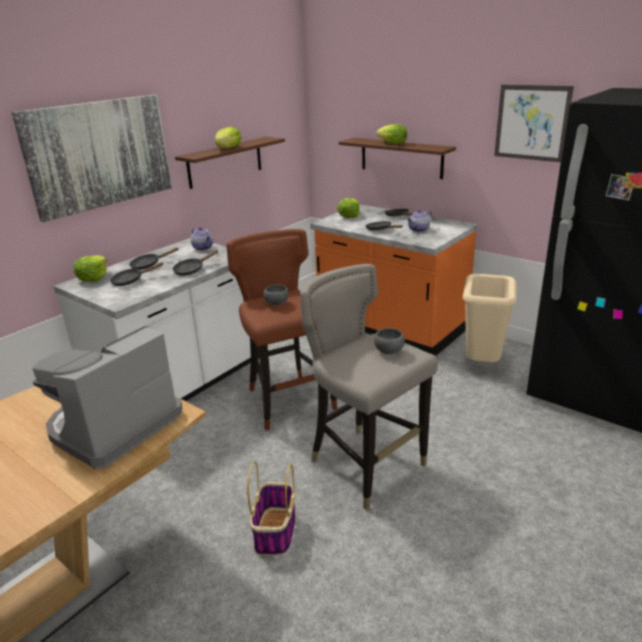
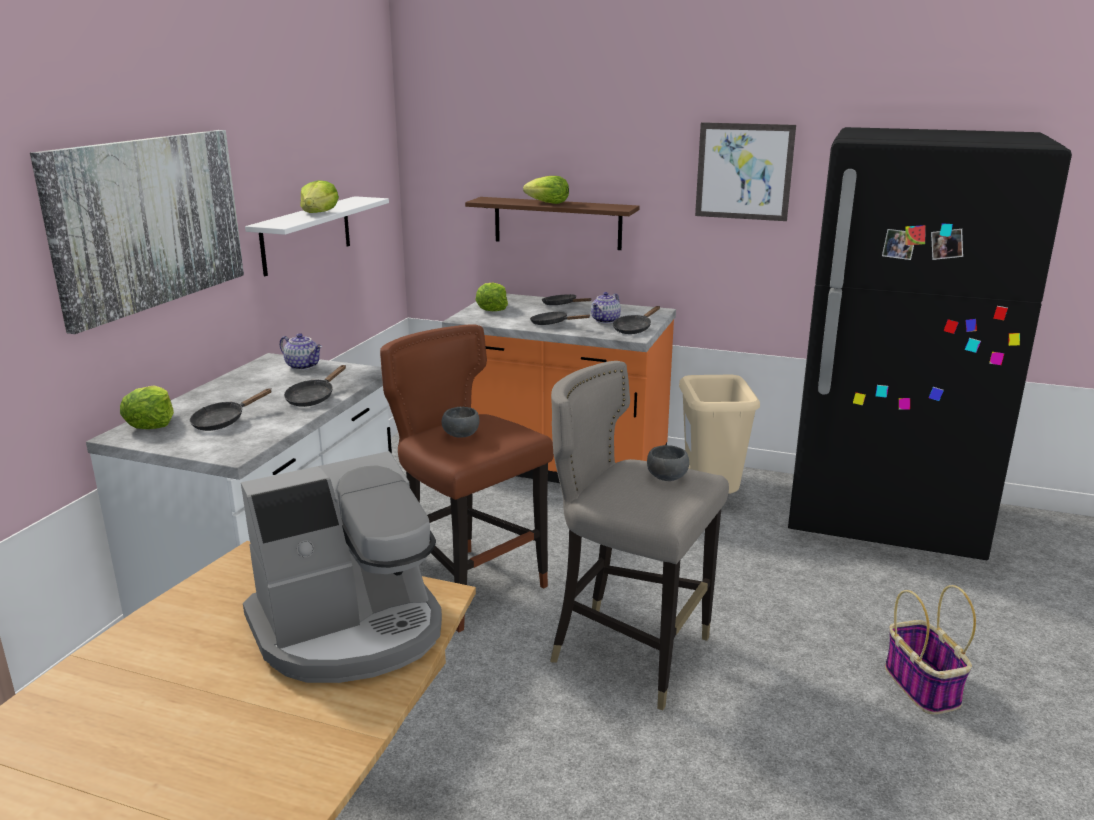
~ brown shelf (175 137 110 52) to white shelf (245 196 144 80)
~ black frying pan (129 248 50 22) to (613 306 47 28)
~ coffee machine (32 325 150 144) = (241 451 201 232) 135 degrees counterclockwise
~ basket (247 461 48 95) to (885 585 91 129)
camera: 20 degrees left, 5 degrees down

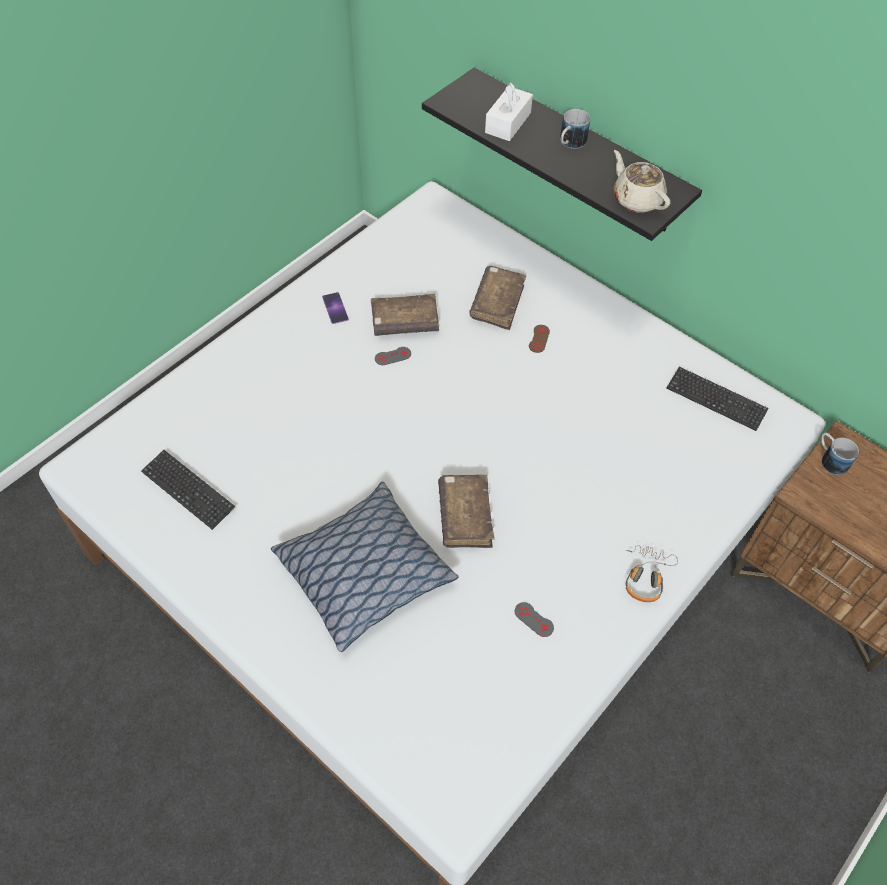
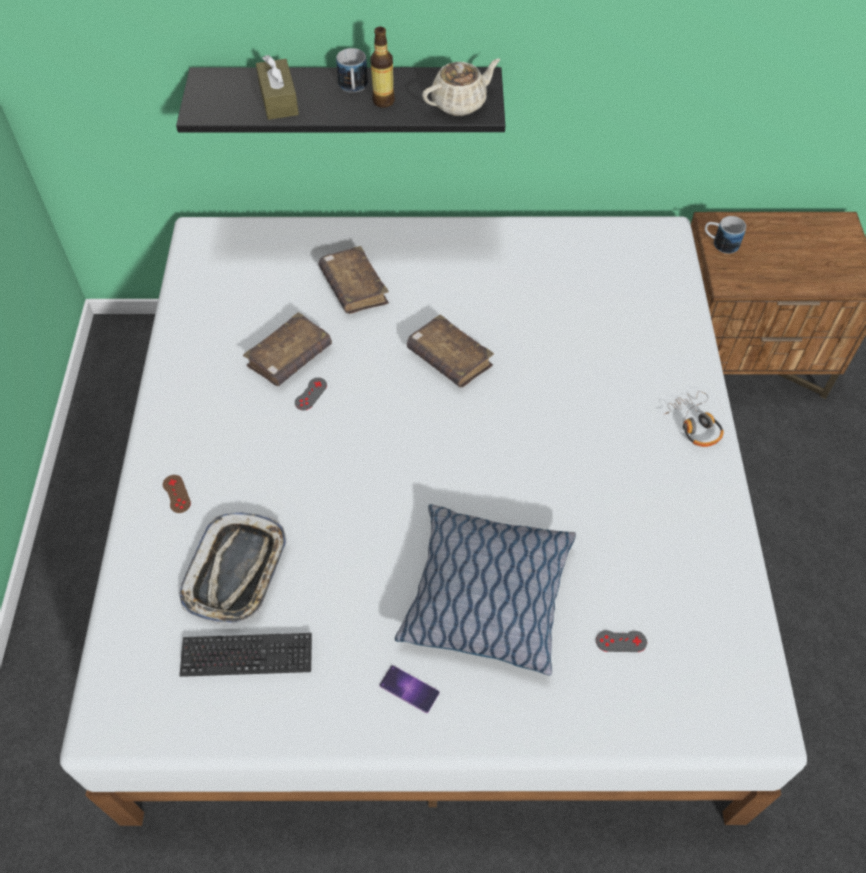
~ white tissue box (485 83 48 58) to brown tissue box (256 55 43 65)
~ beige teapot (614 150 56 62) = (422 59 78 57) 135 degrees clockwise
~ phone (322 292 27 32) to (379 665 60 48)
~ brown game controller (529 325 21 28) to (163 475 28 38)
- keyboard (667 367 102 64)
~ brown book (438 474 57 74) to (407 315 87 72)
~ grey game controller (515 602 39 35) to (596 630 51 22)
+ bottle (370 27 25 81)
+ tray (180 512 107 112)
camera: 40 degrees left, 0 degrees up

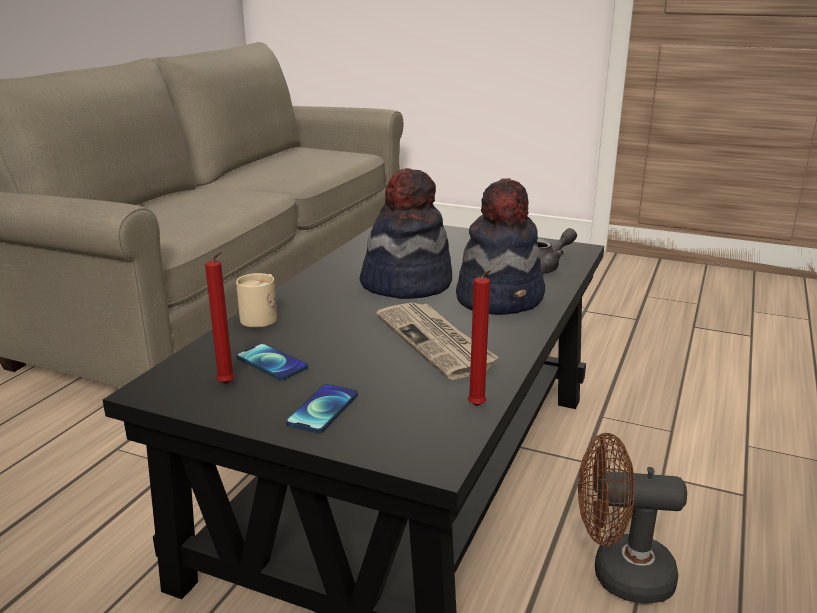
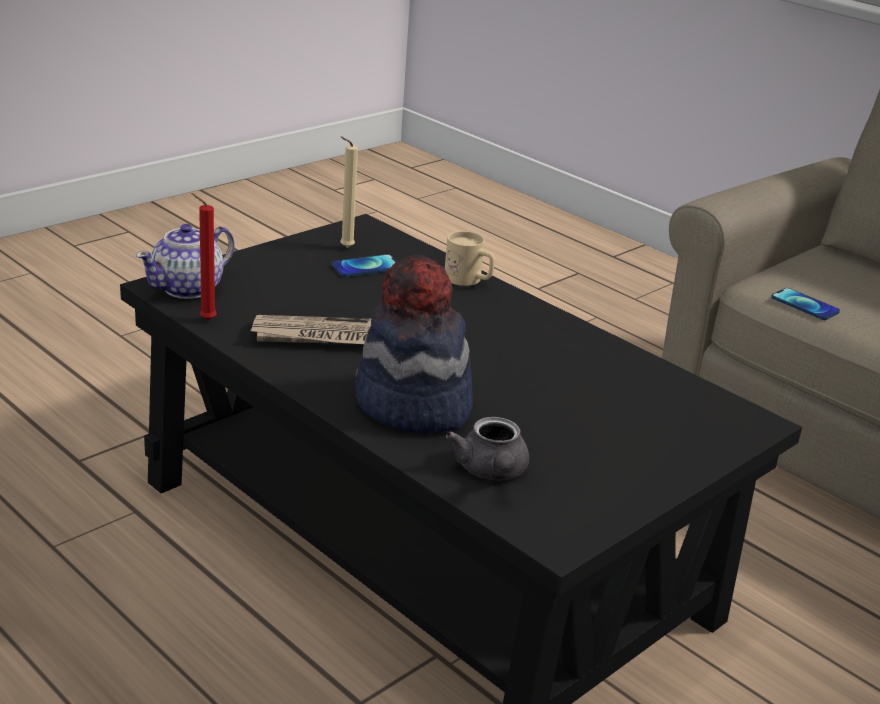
- hat (360 168 92 131)
~ red candle (205 251 30 133) to beige candle (340 136 18 112)
~ phone (286 384 72 49) to (771 288 69 32)
- brown fan (578 433 109 171)
+ teapot (136 224 99 75)
camera: 110 degrees right, 5 degrees up

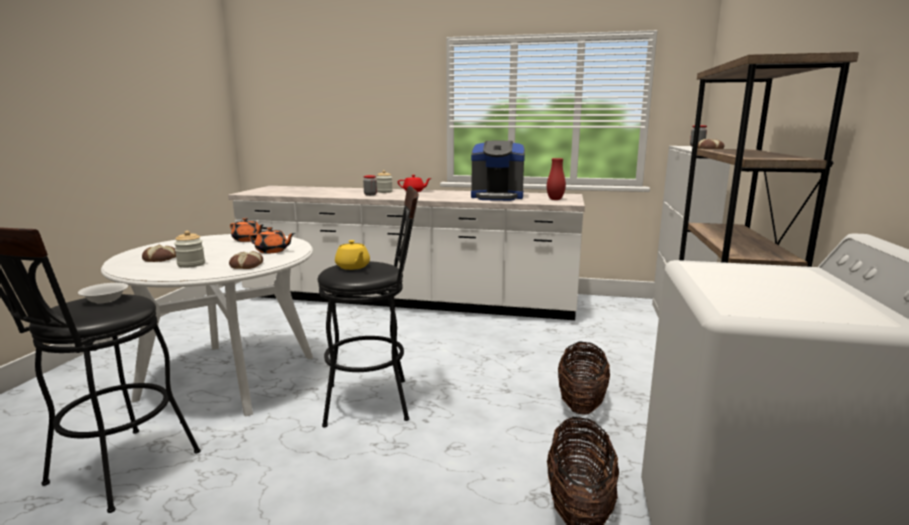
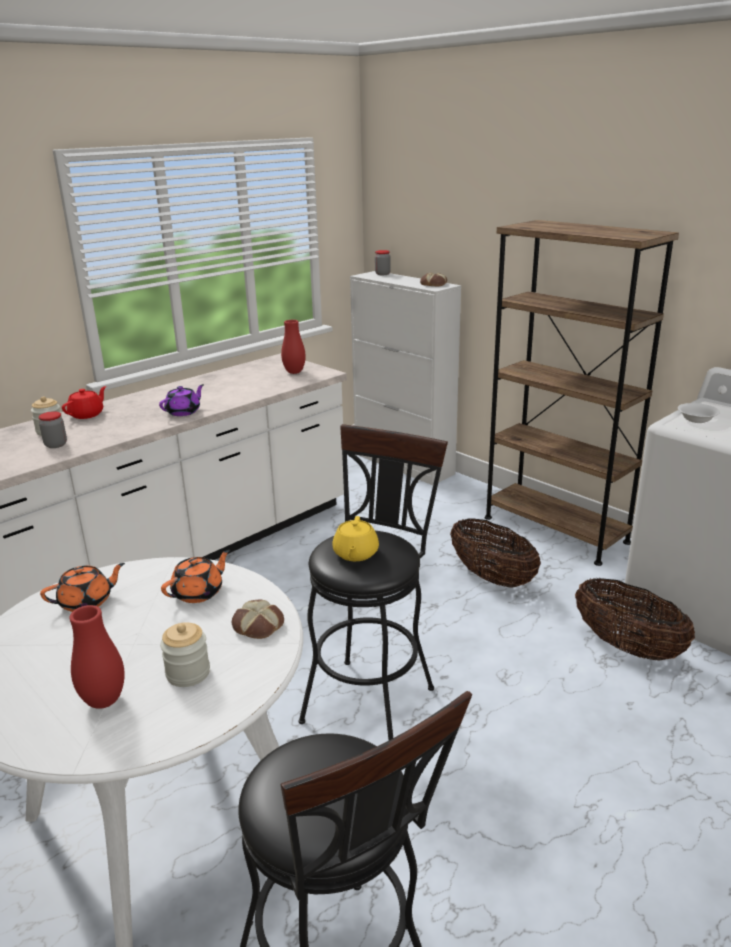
- coffee machine (471 141 54 60)
~ yellow teapot (335 240 35 30) = (332 516 47 45) 90 degrees clockwise
~ bread (142 245 34 17) to red vase (69 605 56 104)
~ white bowl (78 283 50 20) to (678 403 42 20)
+ purple teapot (159 384 45 32)
camera: 55 degrees left, 10 degrees up

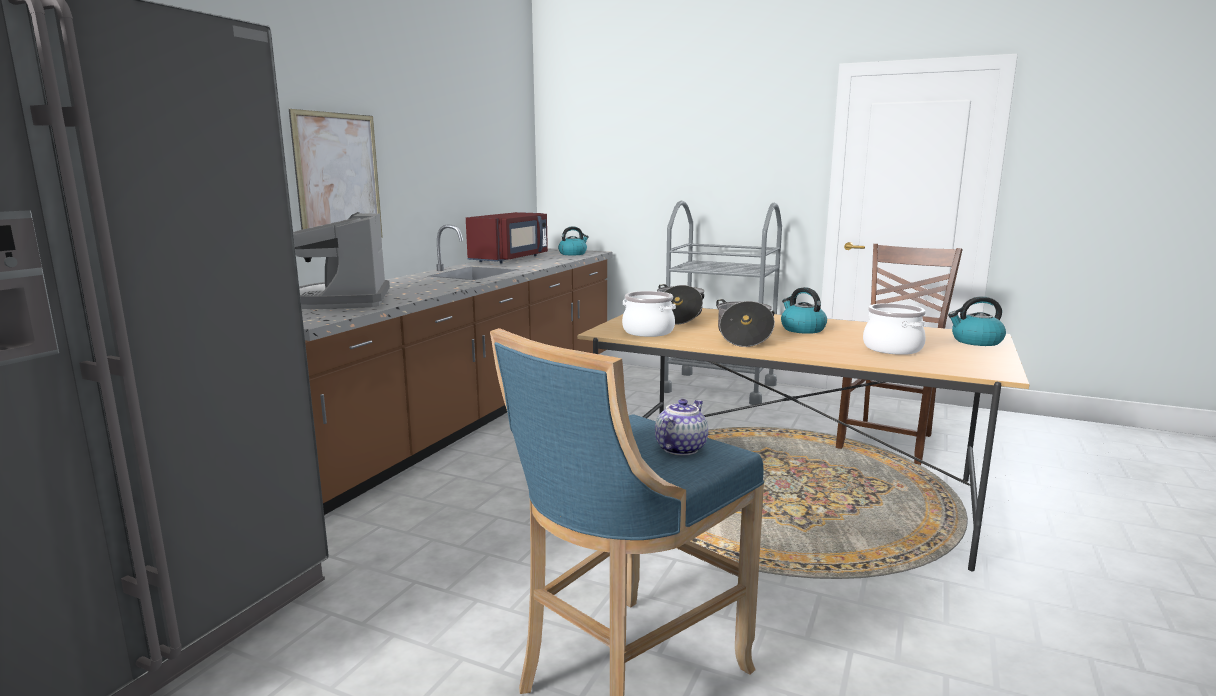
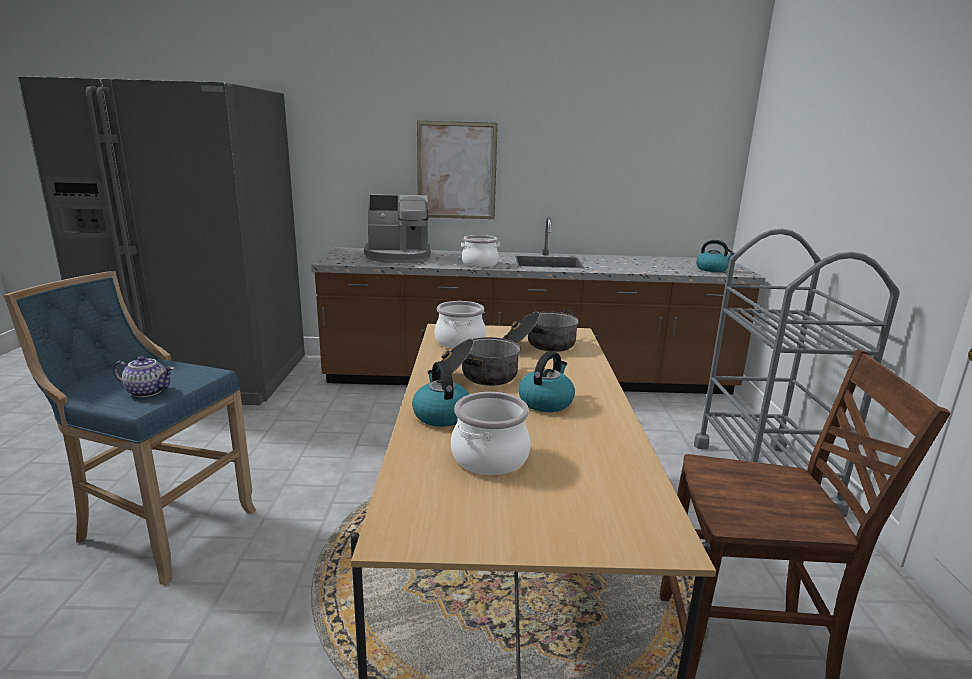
~ coffee machine (293 212 97 97) = (364 194 67 69) 150 degrees counterclockwise
- red microwave (466 212 82 51)
~ kettle (948 296 58 50) to (412 361 57 66)
+ cooking pot (461 235 39 32)
camera: 65 degrees right, 5 degrees up

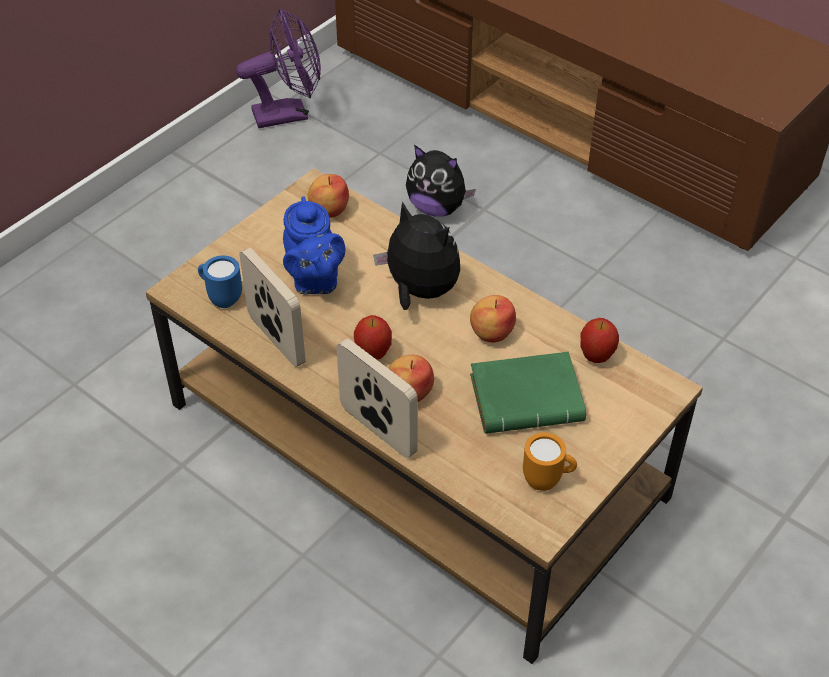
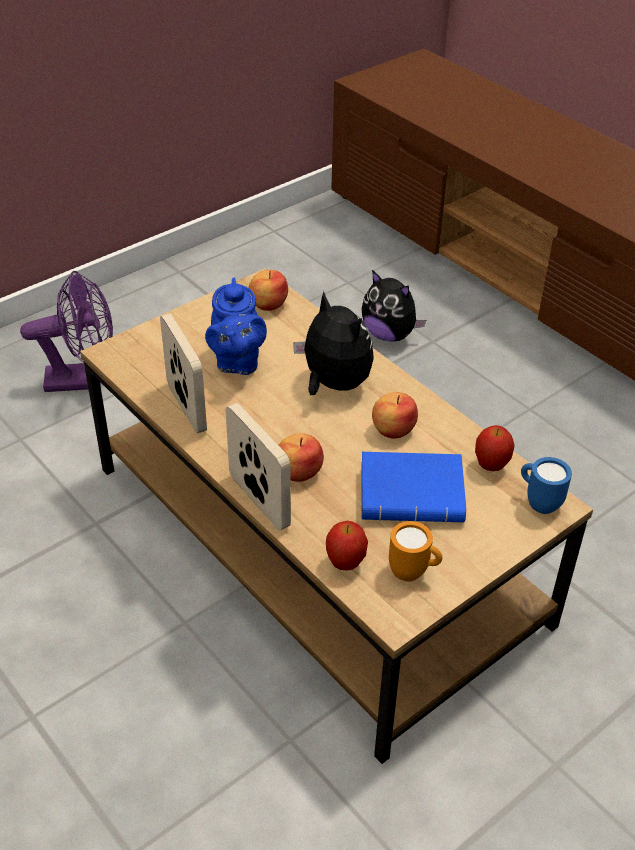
~ purple fan (236 8 85 120) to (20 271 93 121)
~ blue mug (198 255 44 53) to (521 457 51 57)
~ apple (354 315 38 45) to (326 521 42 50)
~ green book (470 352 116 82) to blue book (361 452 105 71)
camera: 10 degrees right, 5 degrees down

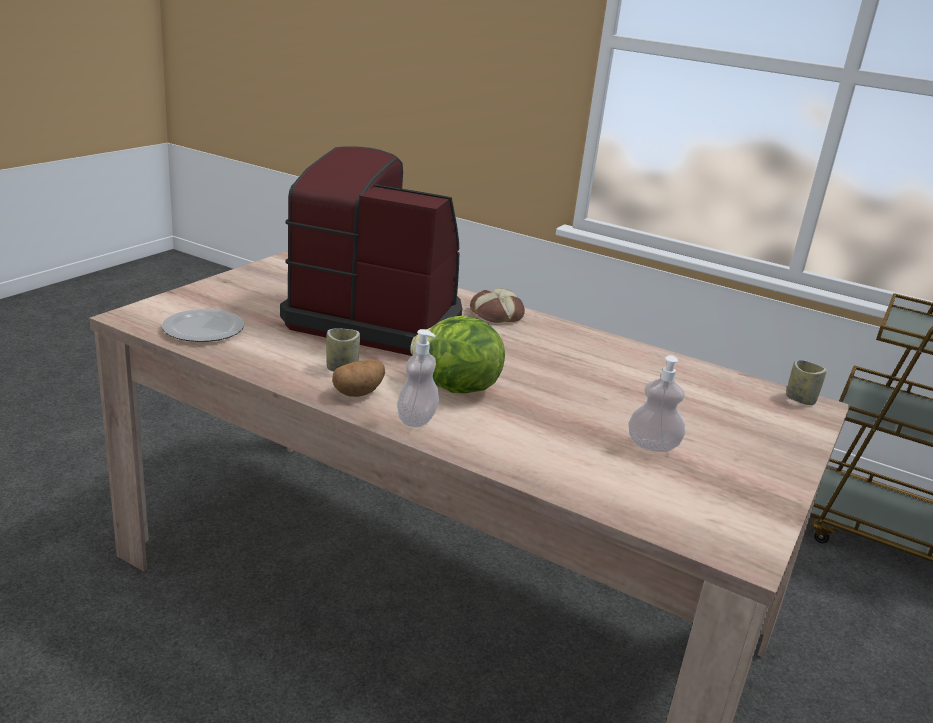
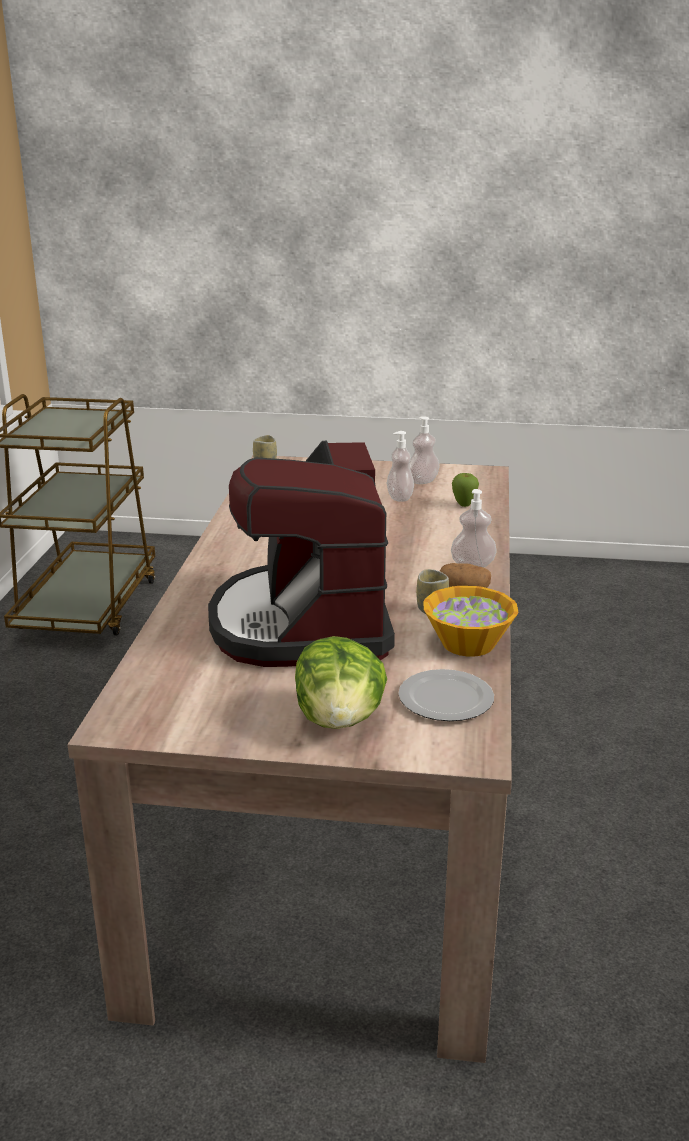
- bread (470 288 55 35)
~ lettuce (410 316 95 77) to (295 636 92 93)
+ soap dispenser (409 417 31 67)
+ apple (452 473 27 34)
+ bowl (423 586 95 71)
camera: 110 degrees left, 0 degrees up

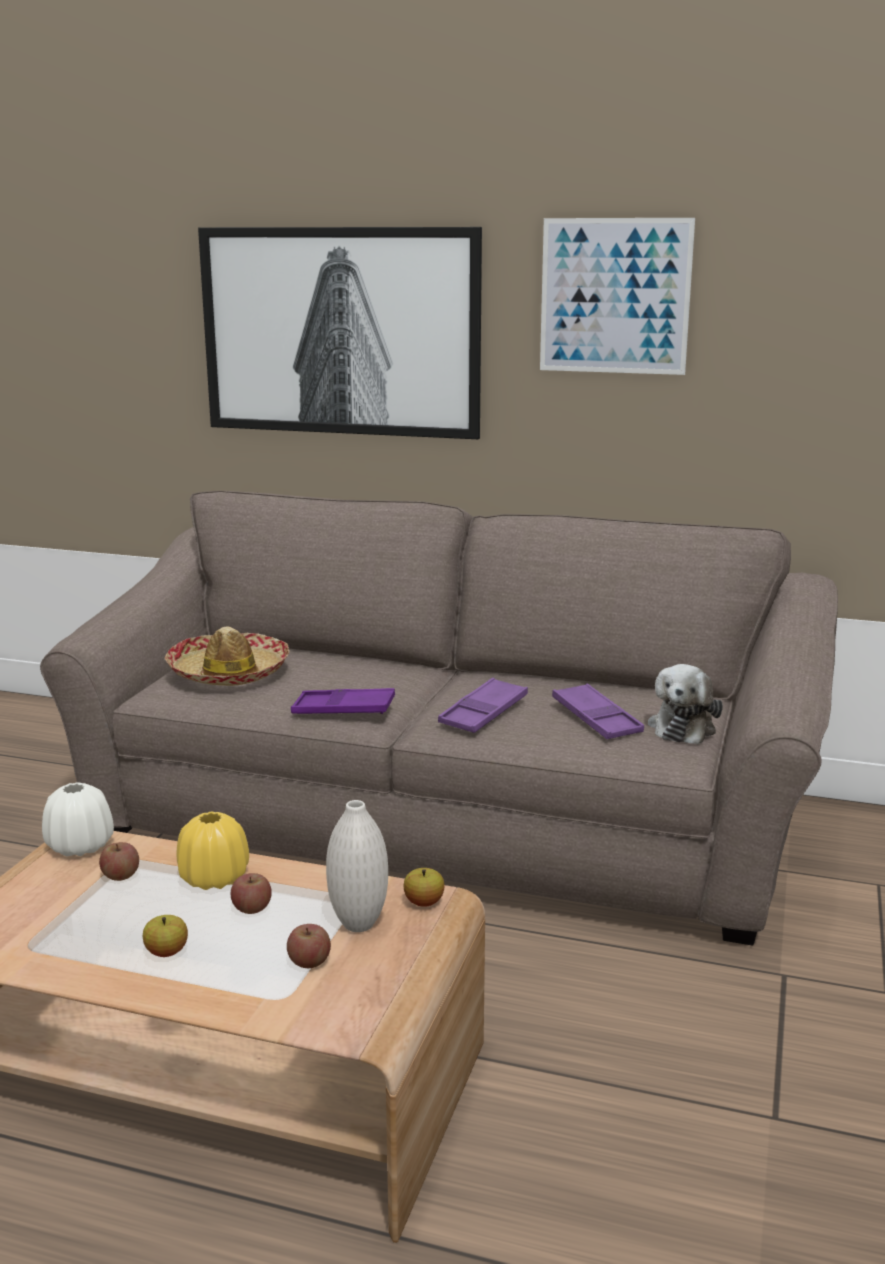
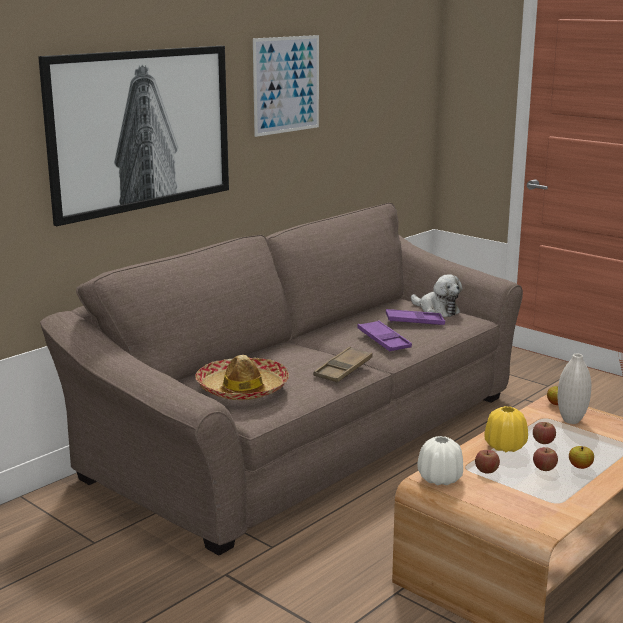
~ purple tray (291 688 104 26) to brown tray (314 347 59 35)
~ apple (287 924 44 44) to (533 447 25 24)
camera: 65 degrees left, 0 degrees up

